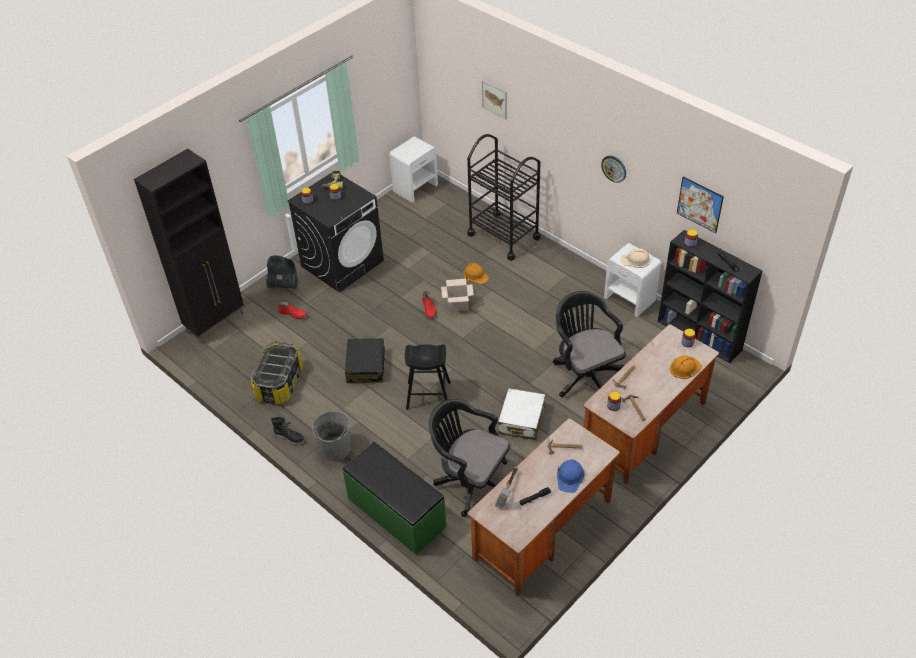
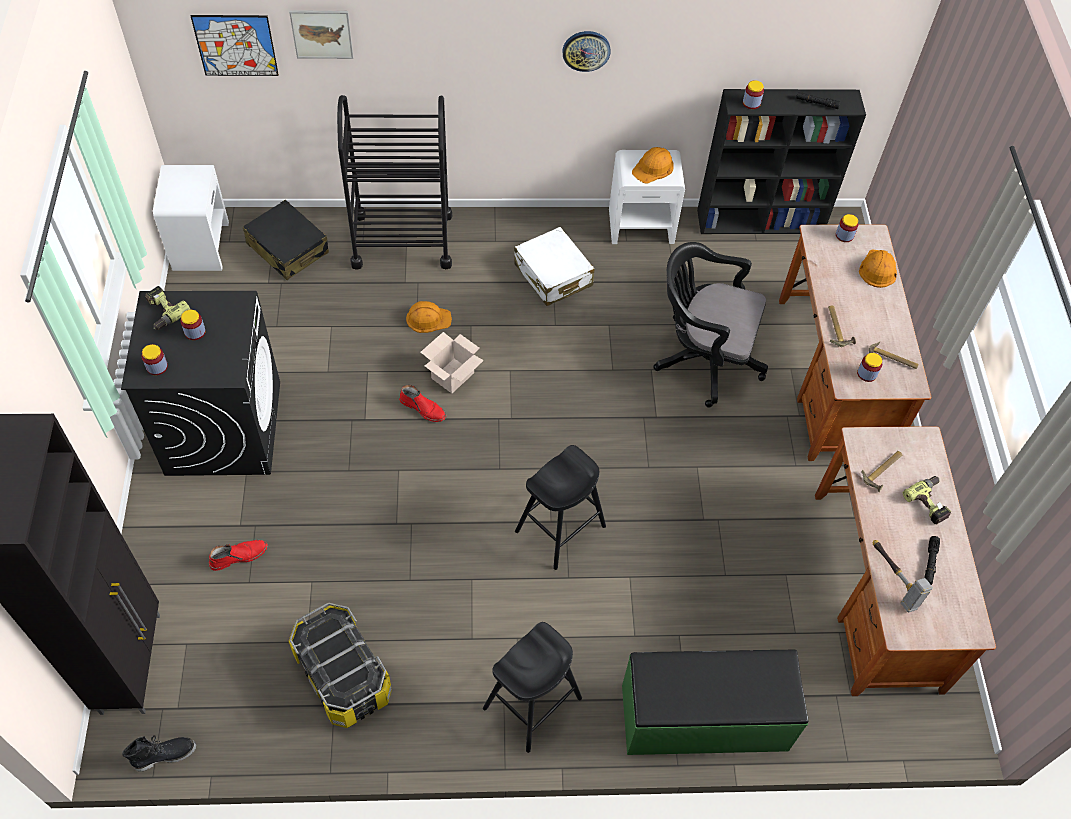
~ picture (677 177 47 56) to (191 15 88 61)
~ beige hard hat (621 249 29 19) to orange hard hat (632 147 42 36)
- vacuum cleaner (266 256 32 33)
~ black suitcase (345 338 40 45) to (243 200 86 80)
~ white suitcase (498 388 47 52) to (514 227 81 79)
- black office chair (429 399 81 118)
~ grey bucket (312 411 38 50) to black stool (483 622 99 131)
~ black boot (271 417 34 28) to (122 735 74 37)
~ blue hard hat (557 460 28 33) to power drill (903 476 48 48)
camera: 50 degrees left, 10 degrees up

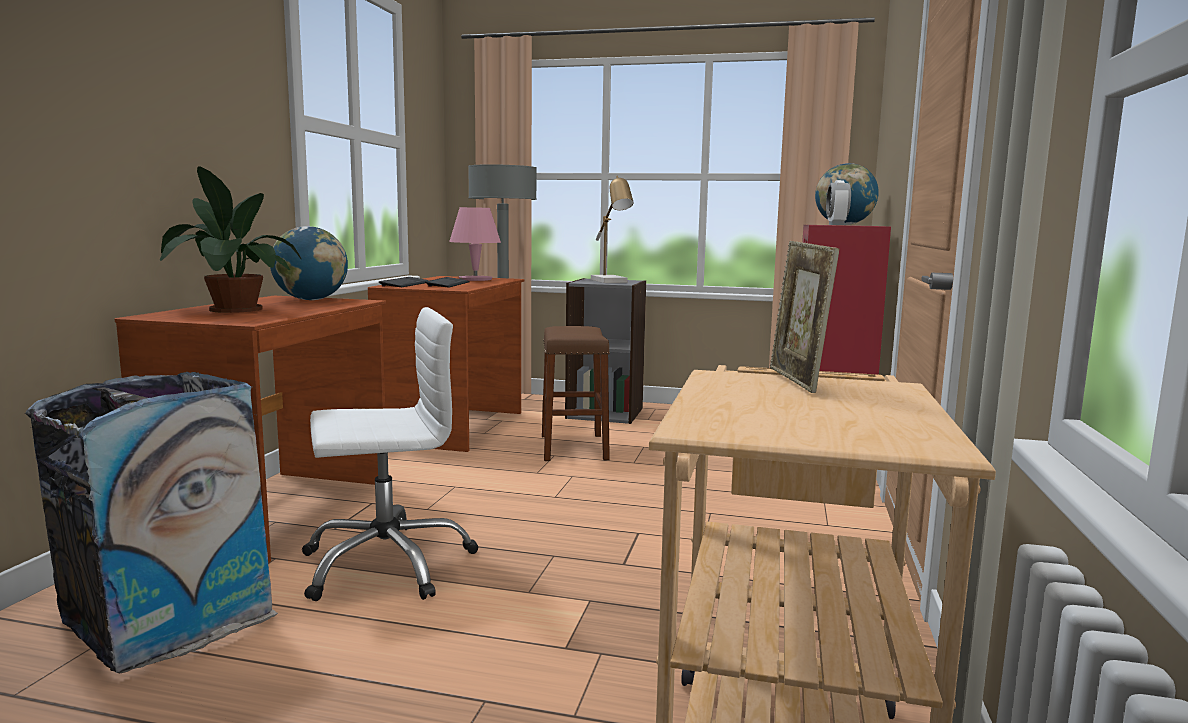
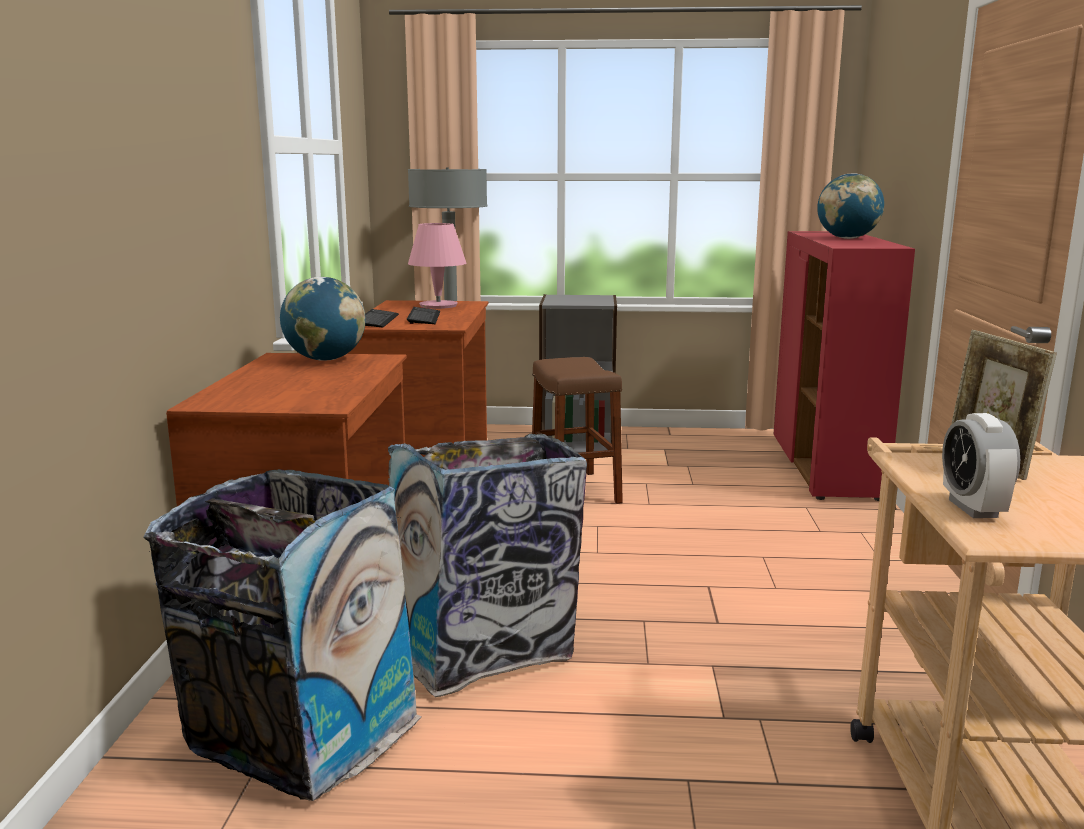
- potted plant (160 166 141 147)
- table lamp (591 176 42 107)
~ alarm clock (826 180 25 45) to (942 413 78 105)
~ white office chair (302 307 177 294) to trash can (388 434 199 263)
camera: 10 degrees left, 5 degrees up

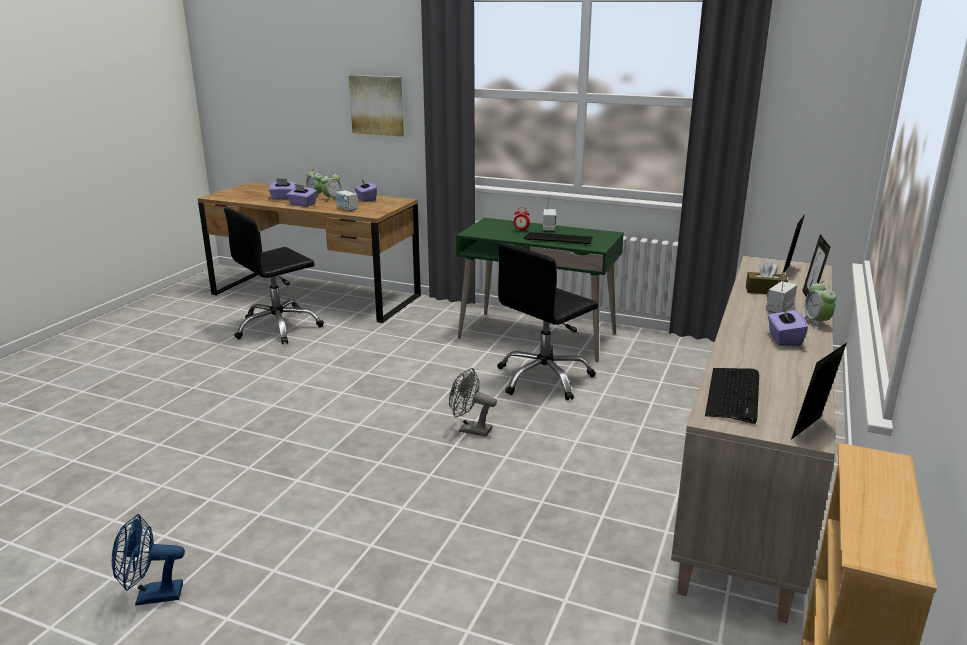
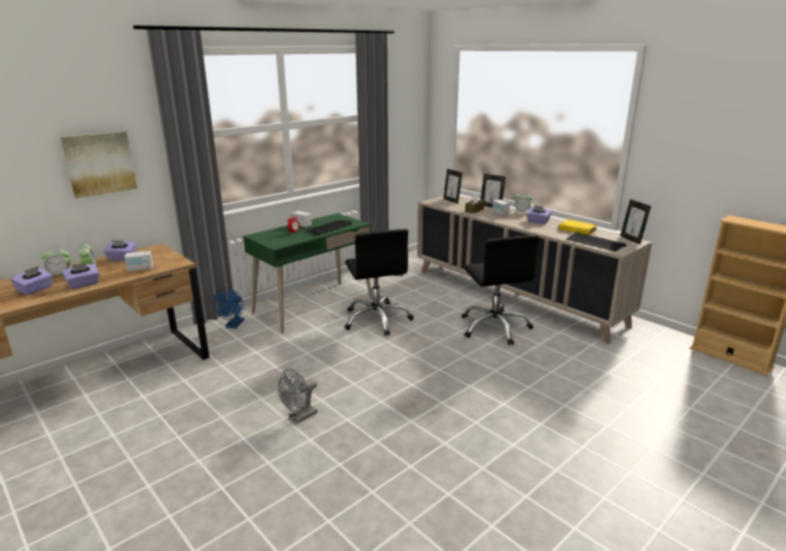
~ black office chair (224 208 100 136) to (462 235 77 110)
~ grey fan (449 368 48 69) to (278 369 40 54)
~ blue fan (112 514 73 92) to (213 288 32 40)
+ yellow book (558 219 39 17)
camera: 65 degrees left, 0 degrees up

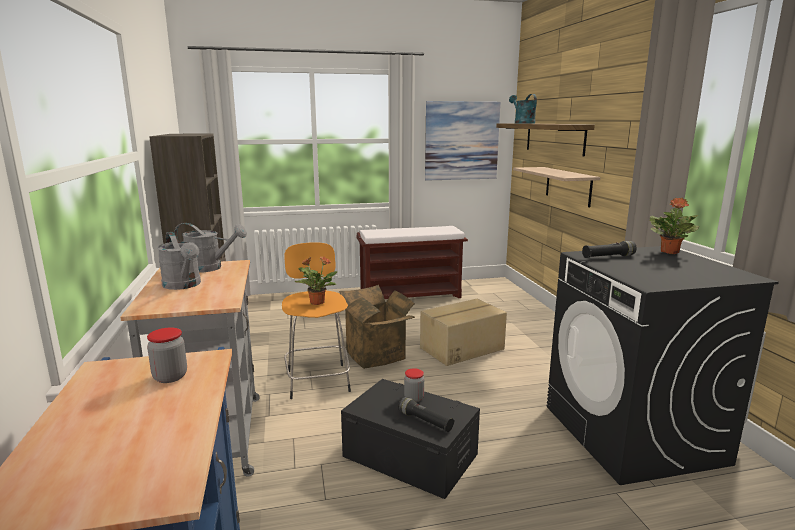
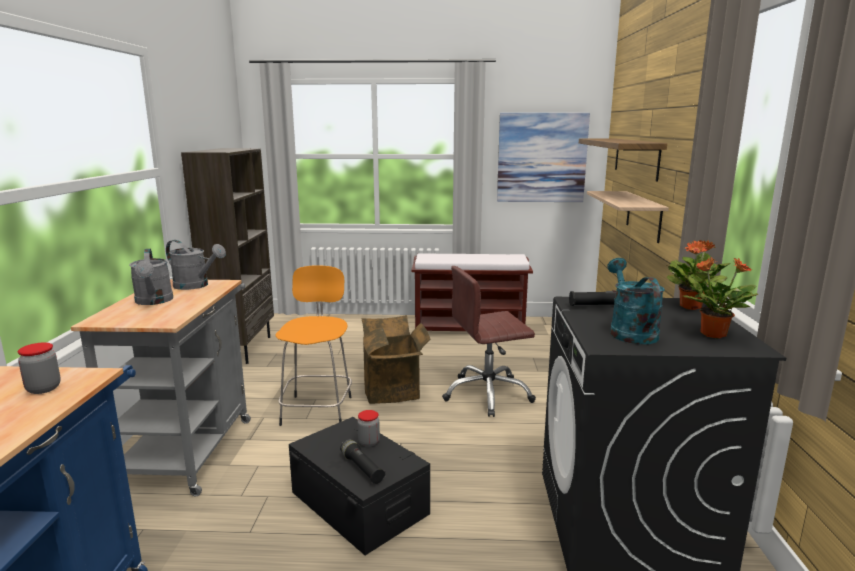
~ turquoise watering can (509 94 28 30) to (607 258 58 87)
~ potted plant (294 256 44 49) to (683 257 76 82)
~ cardboard box (420 299 87 67) to brown office chair (442 266 94 151)
camera: 15 degrees right, 0 degrees up

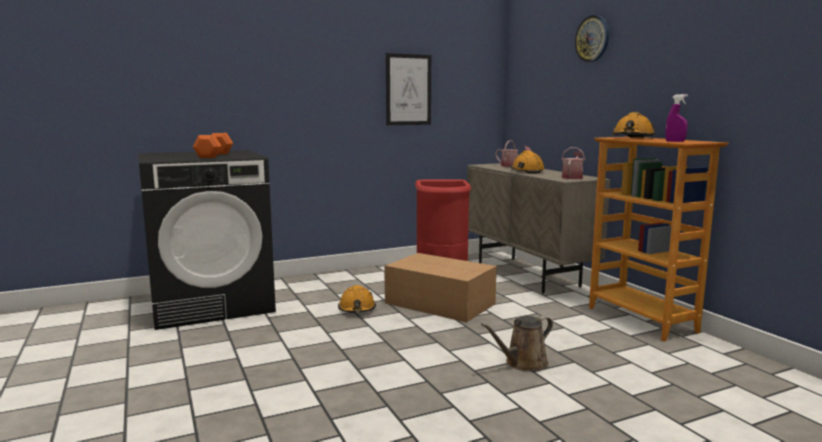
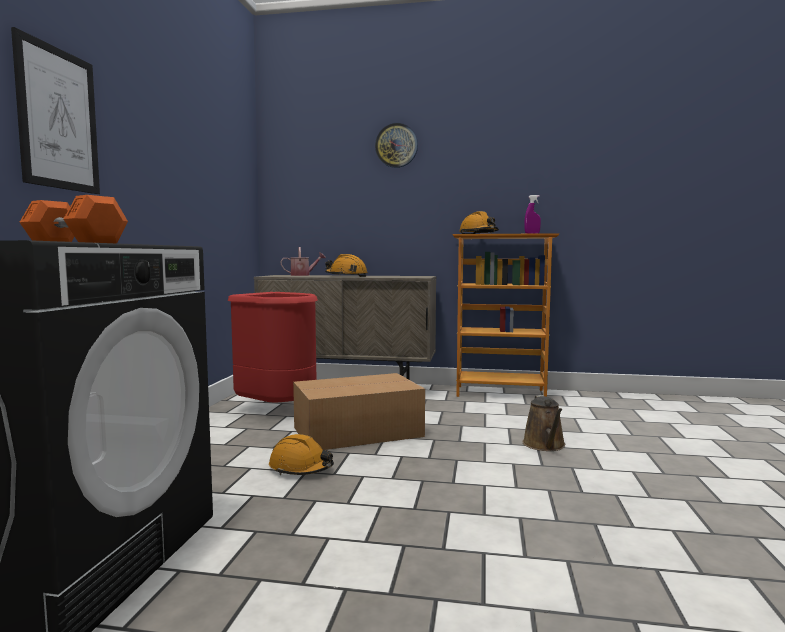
~ picture (386 53 45 72) to (11 27 89 167)
- watering can (561 147 24 32)
camera: 55 degrees left, 5 degrees down

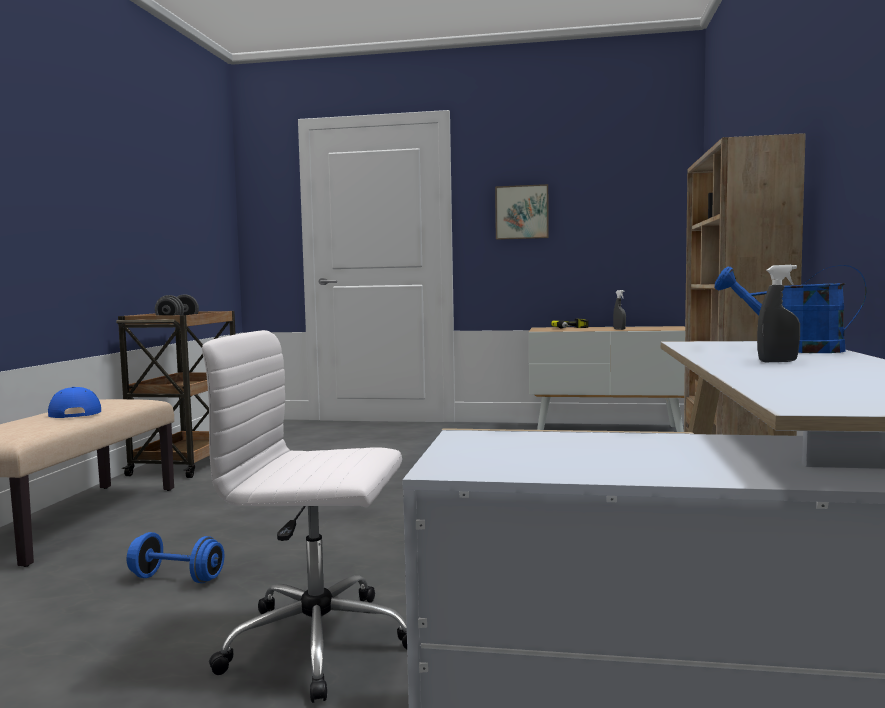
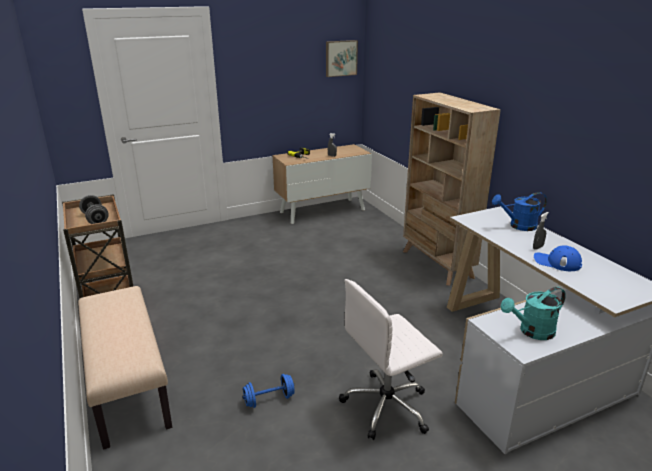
~ picture (495 184 54 56) to (326 40 32 37)
~ blue cap (48 387 53 31) to (534 245 48 26)
+ turquoise watering can (501 287 65 53)
camera: 35 degrees left, 20 degrees up

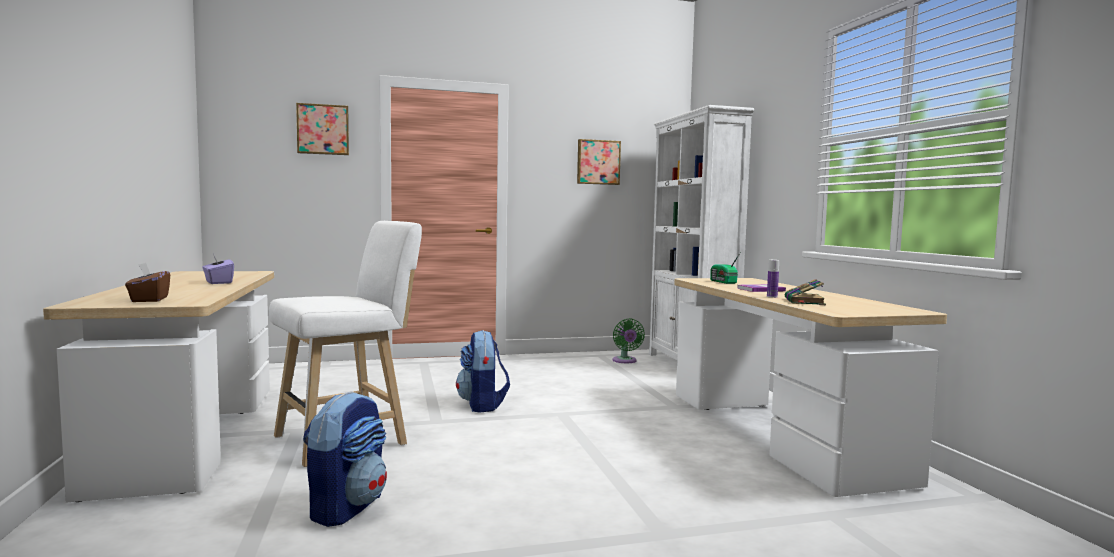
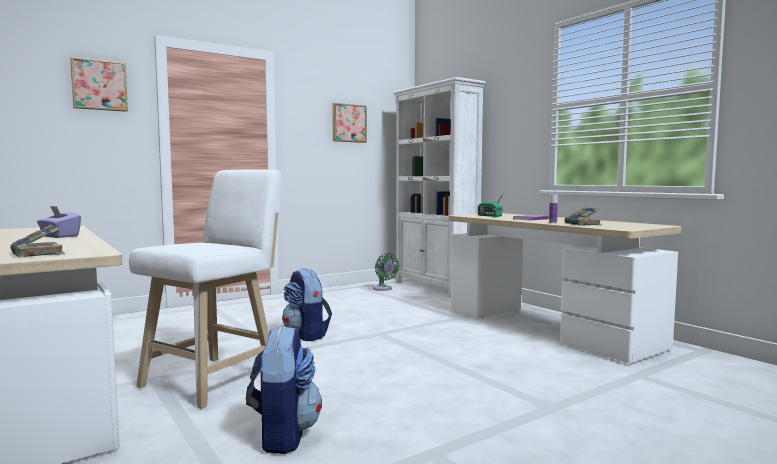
~ brown tissue box (125 262 45 40) to book (11 225 54 33)
camera: 20 degrees left, 0 degrees up

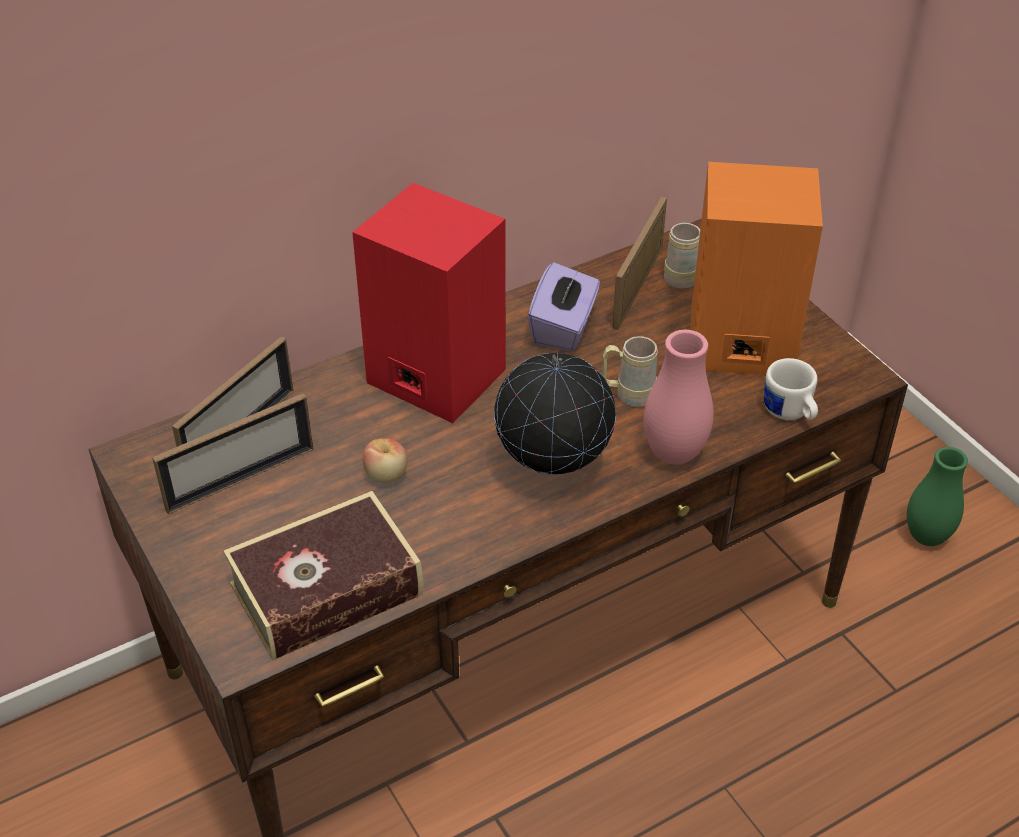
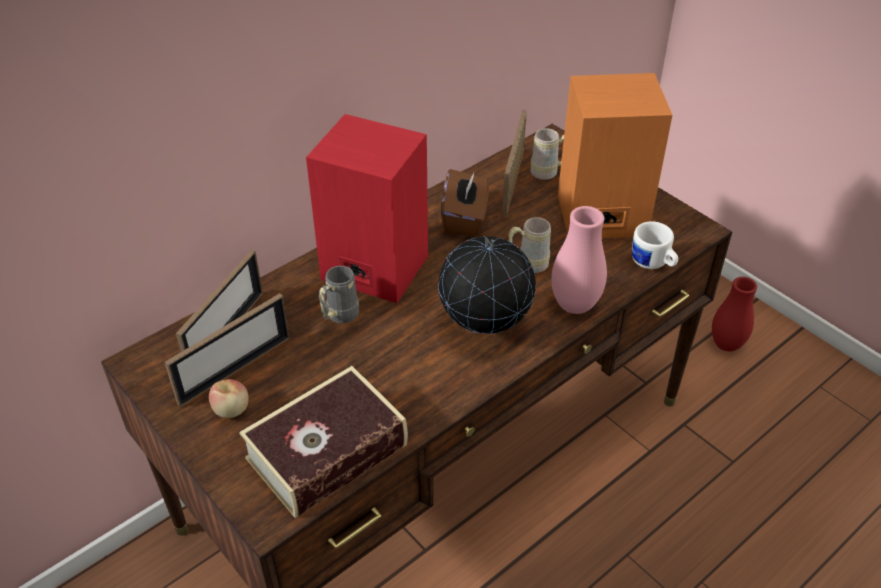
~ purple tissue box (528 262 72 89) to brown tissue box (441 169 48 67)
~ apple (363 438 45 45) to (209 379 40 39)
~ green vase (907 447 61 99) to red vase (712 277 45 74)
+ grey mug (319 266 40 57)
camera: 10 degrees left, 0 degrees up

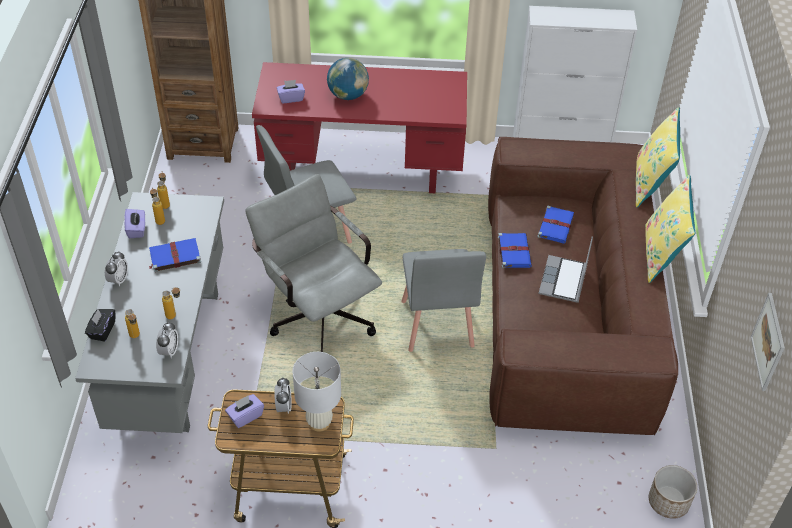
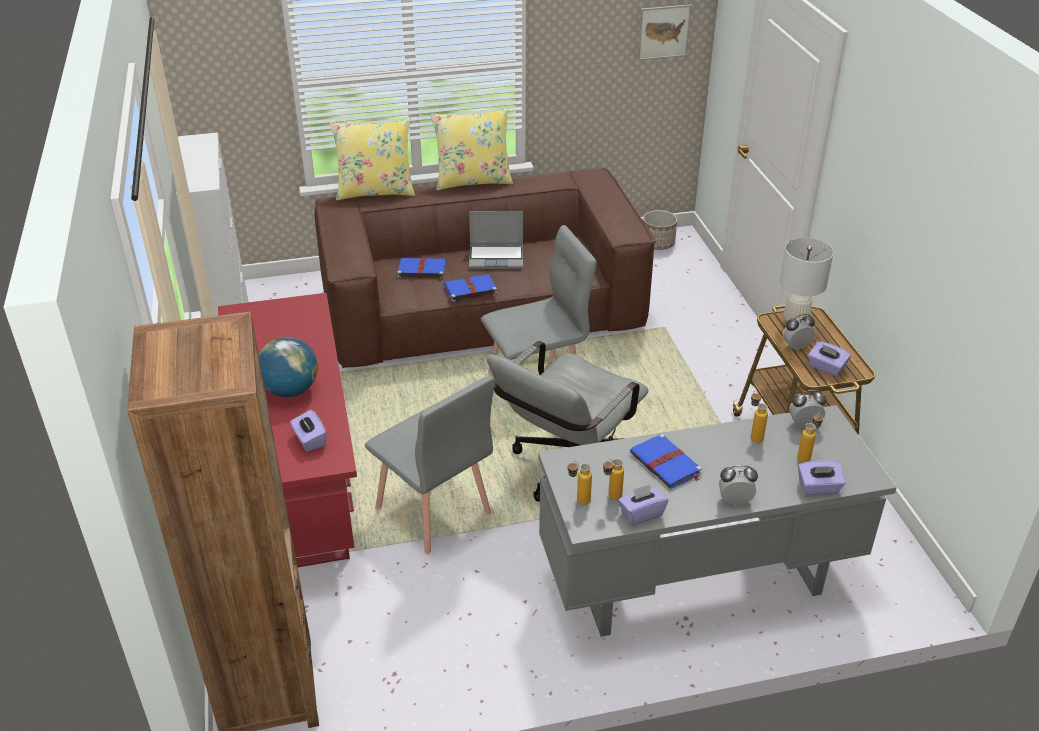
~ black tissue box (85 309 31 33) to purple tissue box (798 460 48 35)
camera: 105 degrees left, 10 degrees down

